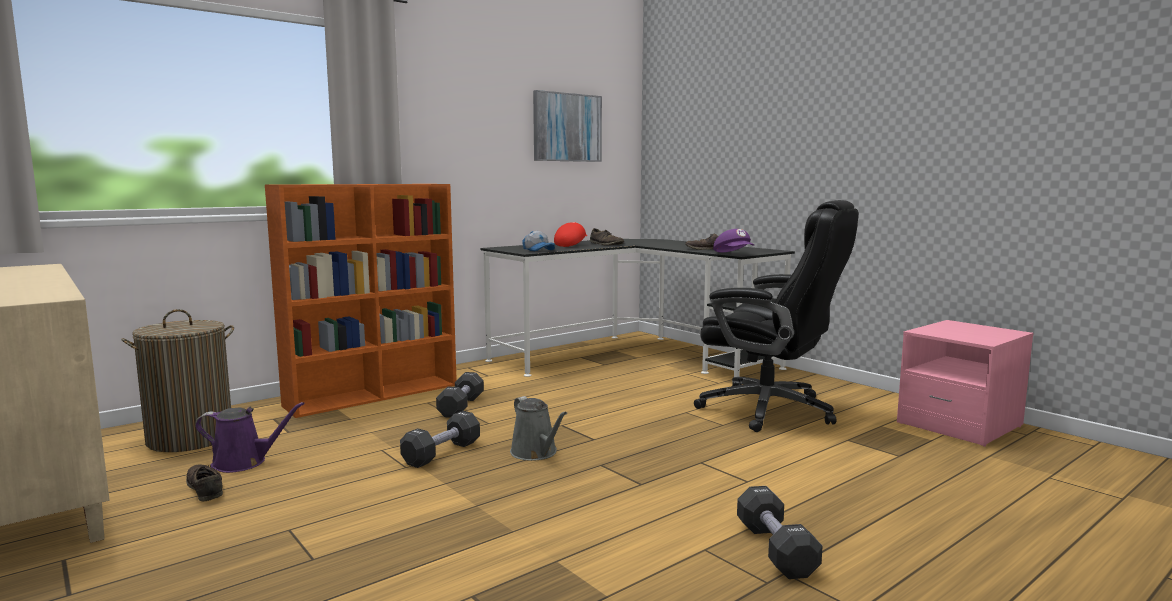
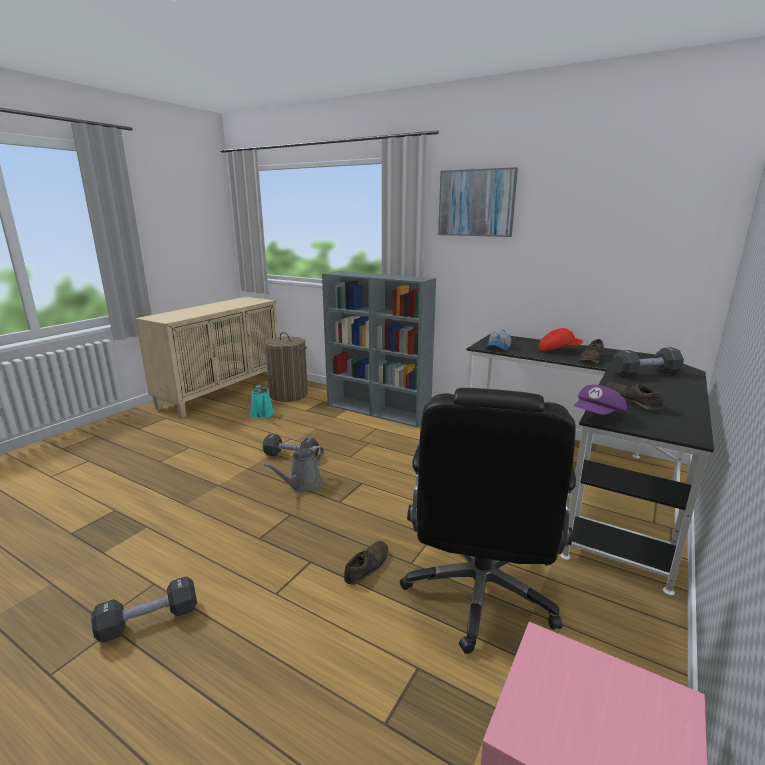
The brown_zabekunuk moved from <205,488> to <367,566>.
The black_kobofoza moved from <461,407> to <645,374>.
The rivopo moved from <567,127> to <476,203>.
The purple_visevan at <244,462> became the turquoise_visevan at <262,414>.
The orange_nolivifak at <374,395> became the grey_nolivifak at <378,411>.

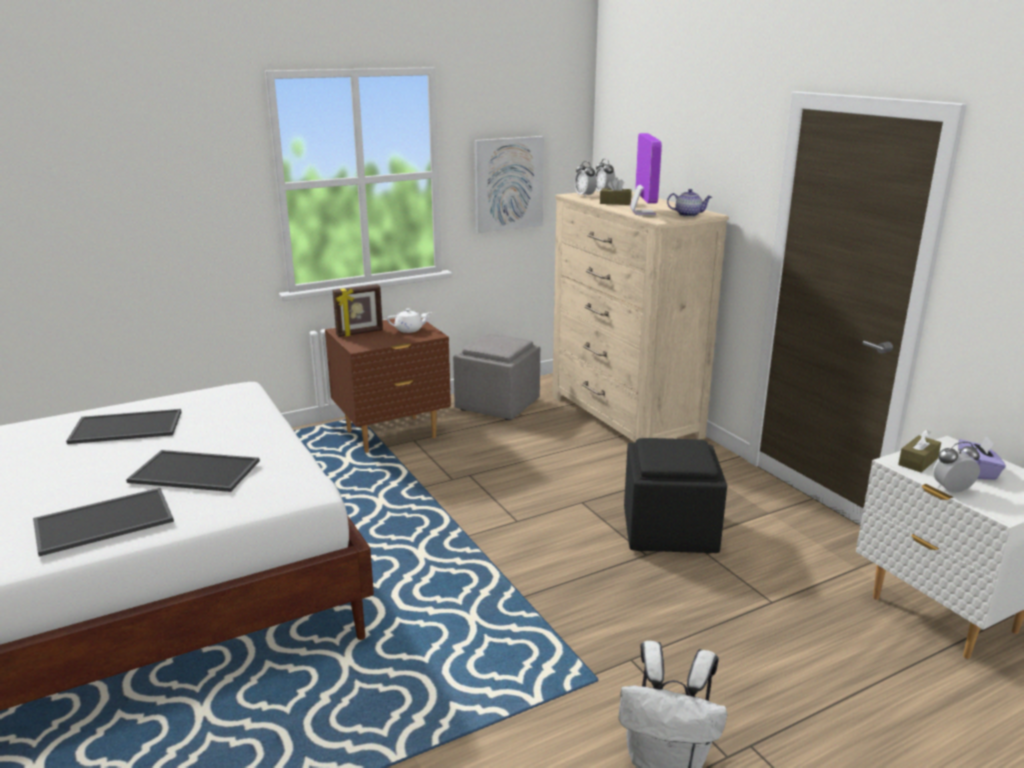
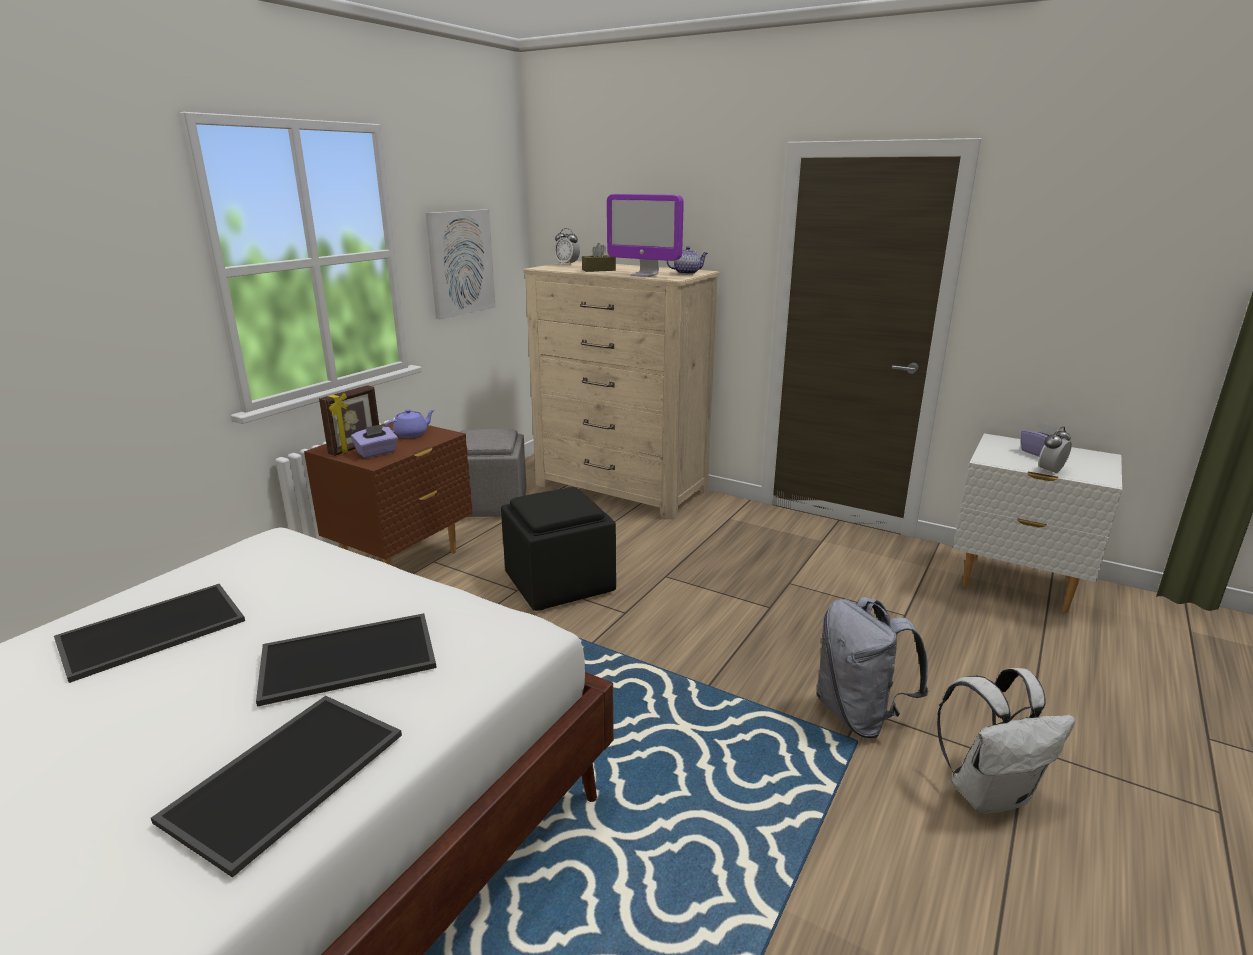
The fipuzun at <585,196> disappeared.
The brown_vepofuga at <918,461> disappeared.
The purple_vepofuga at <376,453> appeared.
The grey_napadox at <859,715> appeared.
The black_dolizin moved from <670,530> to <560,583>.
The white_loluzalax at <409,329> became the purple_loluzalax at <412,434>.
The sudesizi at <642,213> turned 150 degrees clockwise.

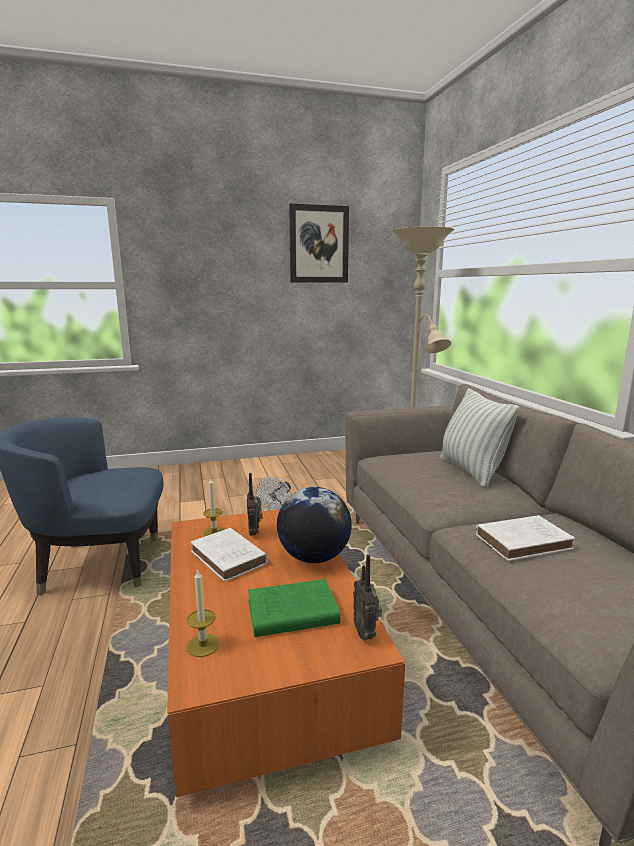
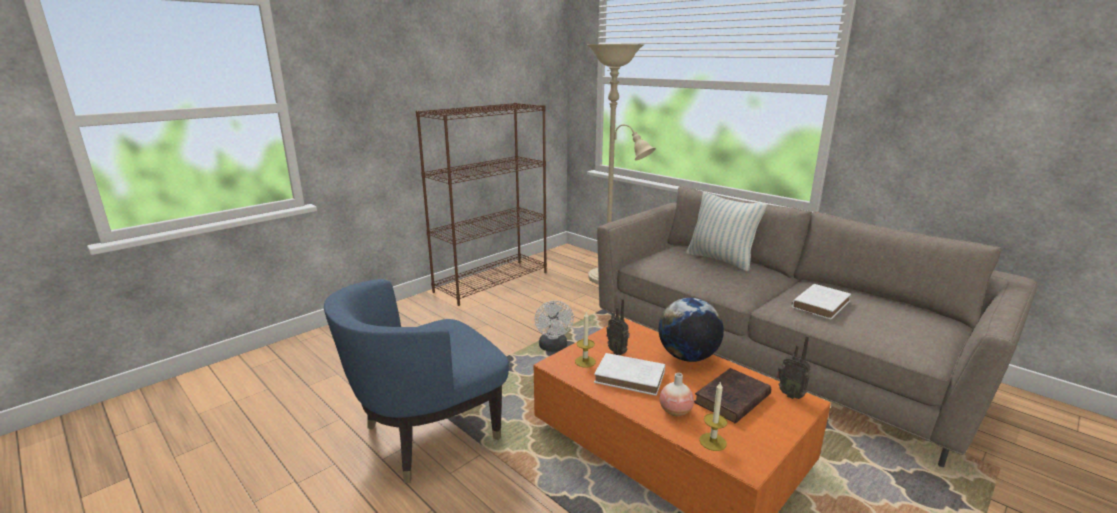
The rivopo at <319,244> disappeared.
The brown_nolivifak at <492,281> appeared.
The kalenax at <675,411> appeared.
The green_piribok at <289,613> became the brown_piribok at <731,400>.

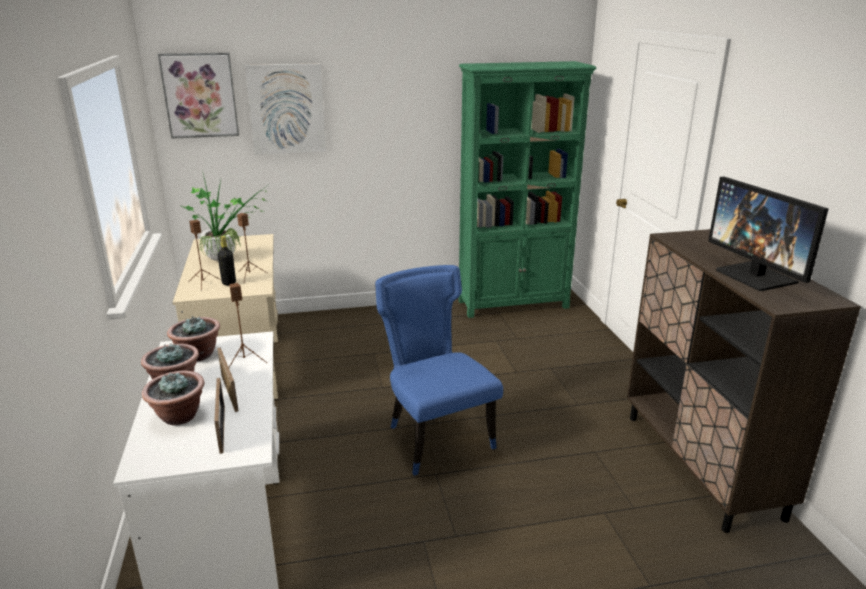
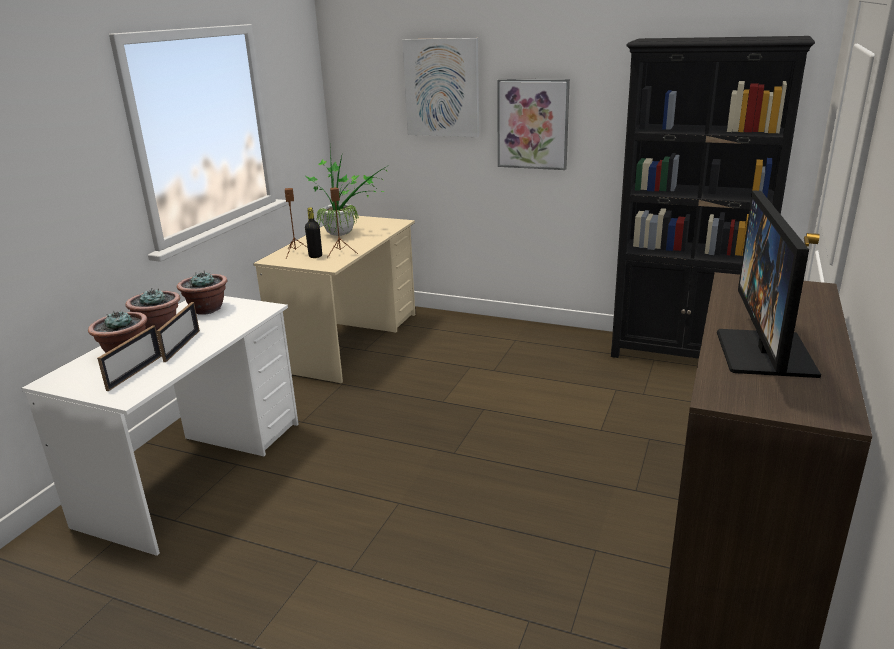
The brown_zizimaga at <245,361> disappeared.
The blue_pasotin at <435,437> disappeared.
The rivopo moved from <200,95> to <533,124>.
The green_nolivifak at <514,304> became the black_nolivifak at <683,355>.

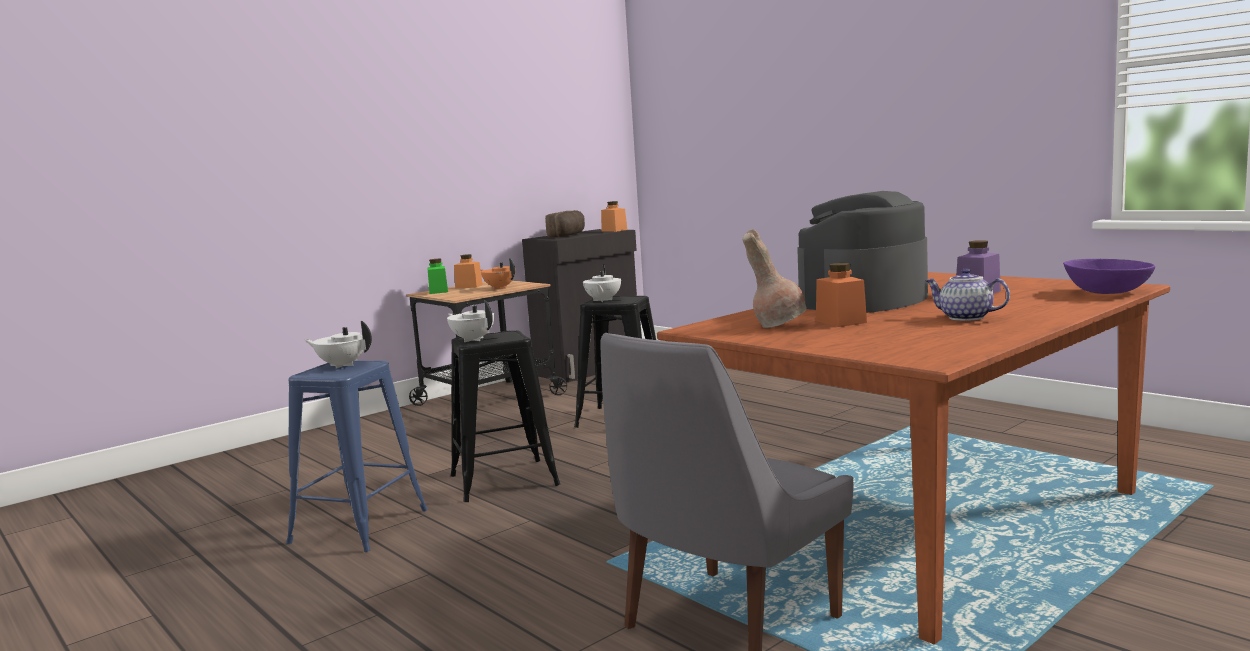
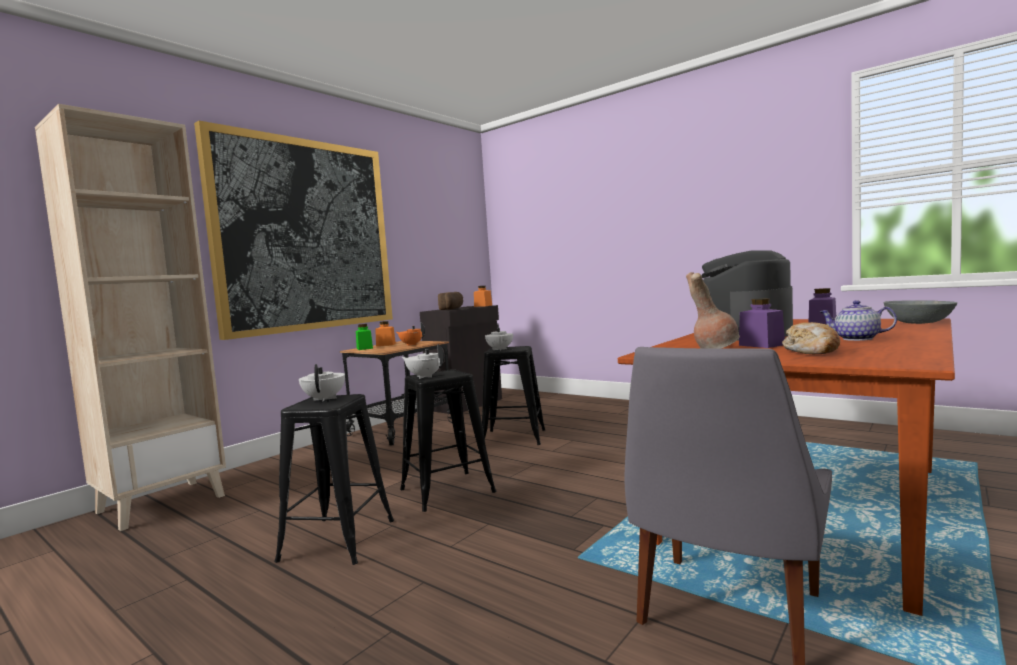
The beige_nolivifak at <162,503> appeared.
The rivopo at <305,235> appeared.
The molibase at <812,351> appeared.
The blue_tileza at <359,526> became the black_tileza at <338,540>.
The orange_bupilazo at <840,321> became the purple_bupilazo at <761,345>.
The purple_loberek at <1106,292> became the grey_loberek at <918,323>.
The white_loluzalax at <342,365> turned 75 degrees clockwise.

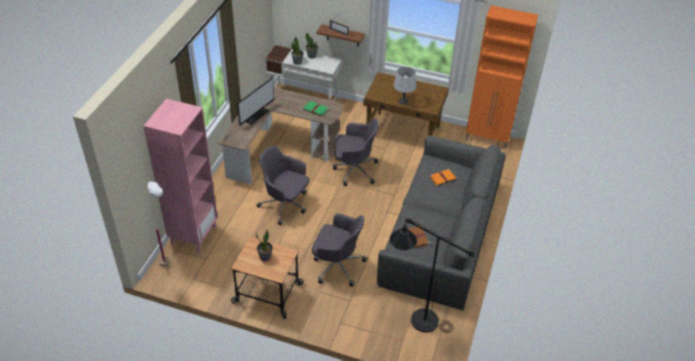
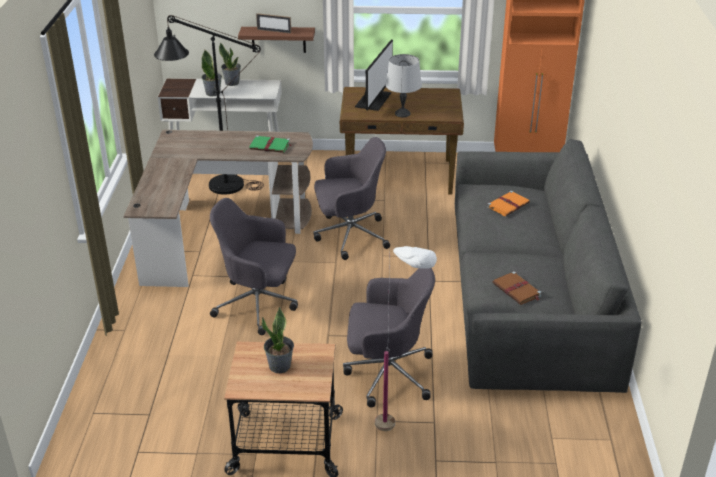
The pink_nolivifak at <193,235> disappeared.
The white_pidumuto moved from <170,269> to <400,435>.
The sudesizi moved from <254,115> to <374,100>.
The black_pidumuto moved from <416,318> to <216,185>.

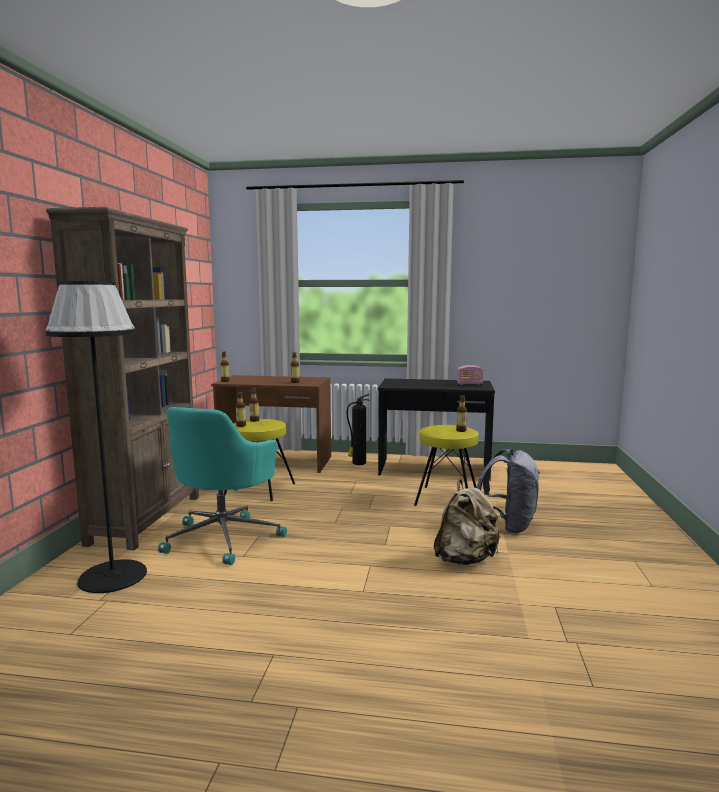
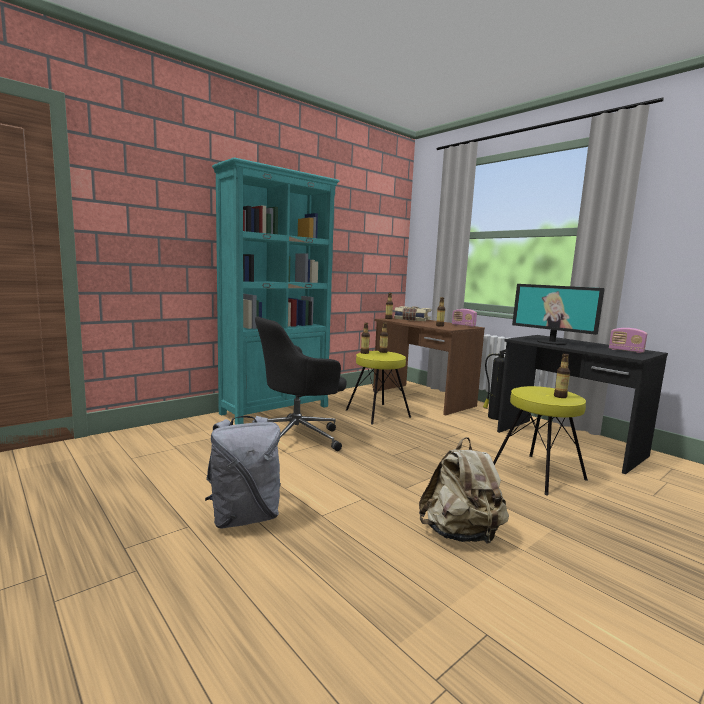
The black_pidumuto at <113,576> disappeared.
The piribok at <412,320> appeared.
The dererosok at <463,325> appeared.
The sudesizi at <551,342> appeared.
The grey_napadox moved from <508,525> to <244,517>.
The brown_nolivifak at <147,519> became the turquoise_nolivifak at <276,410>.
The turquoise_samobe at <224,537> became the black_samobe at <298,437>.

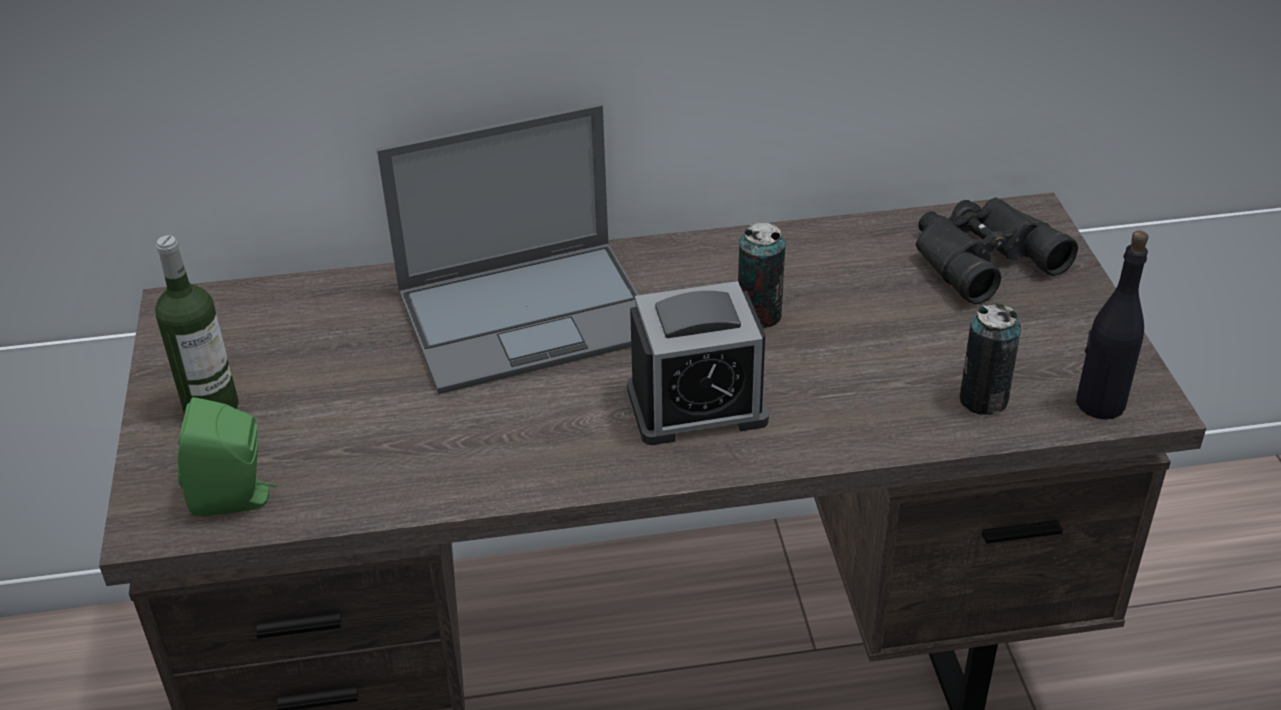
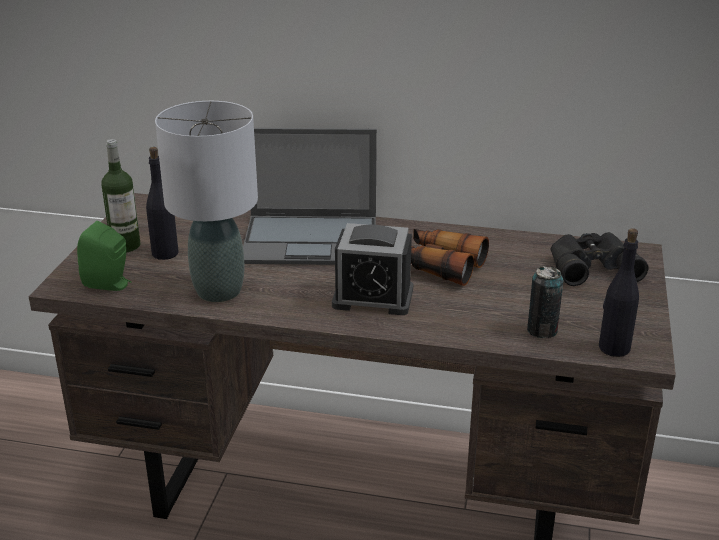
The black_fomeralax at <165,253> appeared.
The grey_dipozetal at <219,290> appeared.
The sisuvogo at <759,315> was replaced by the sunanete at <438,265>.

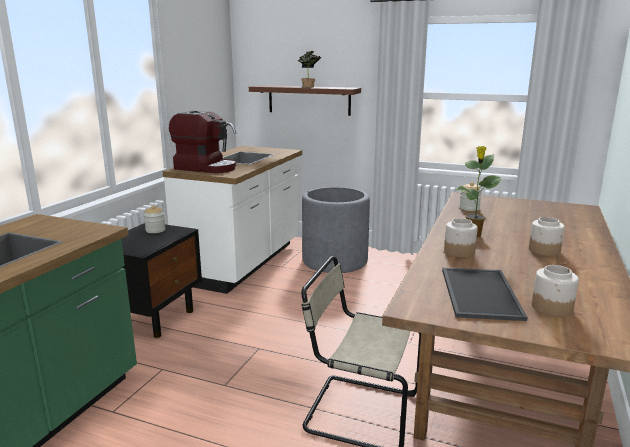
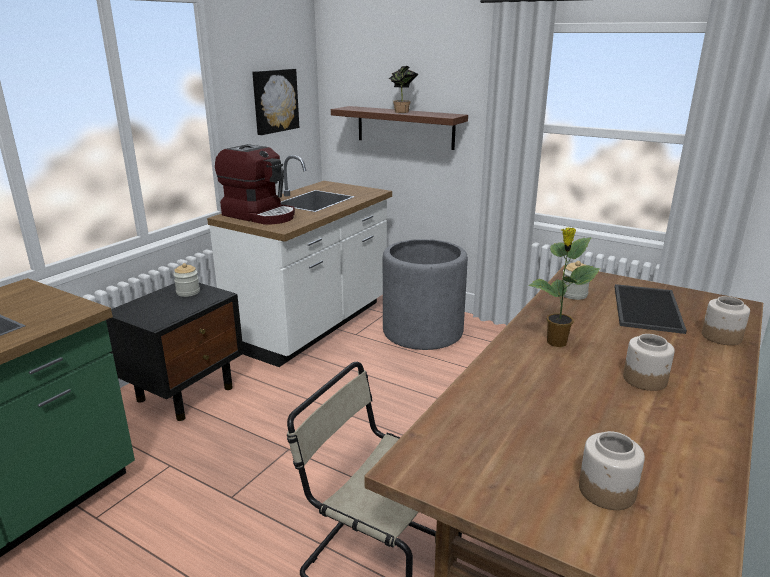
The rivopo at <274,101> appeared.
The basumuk moved from <478,292> to <645,308>.
The bupilazo moved from <459,252> to <721,337>.

